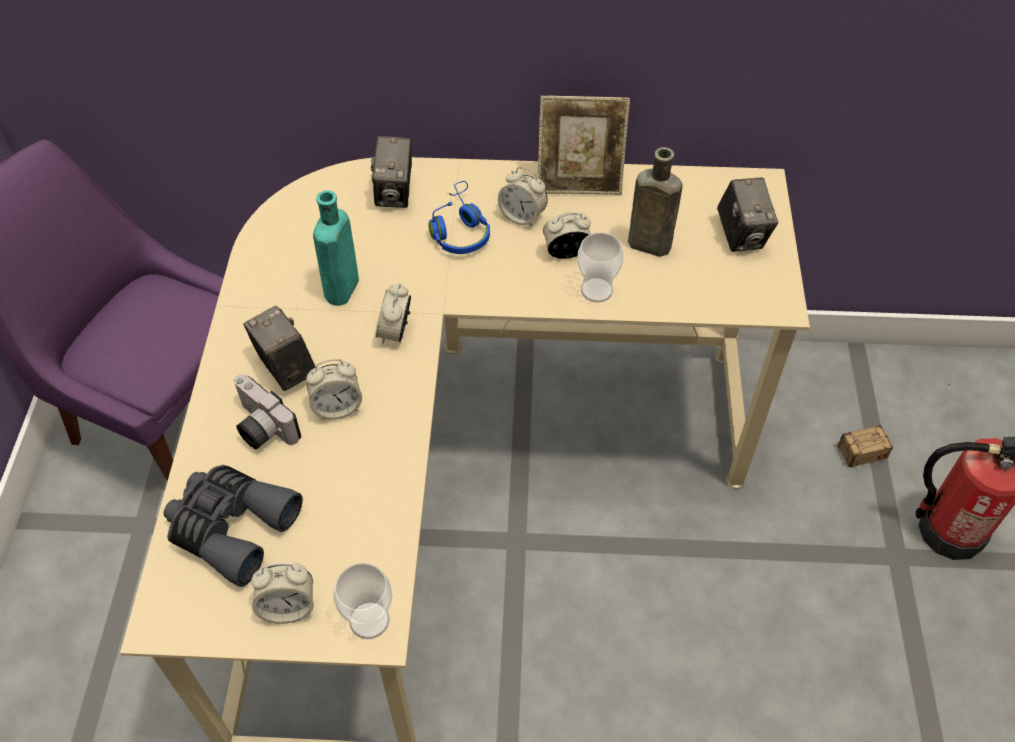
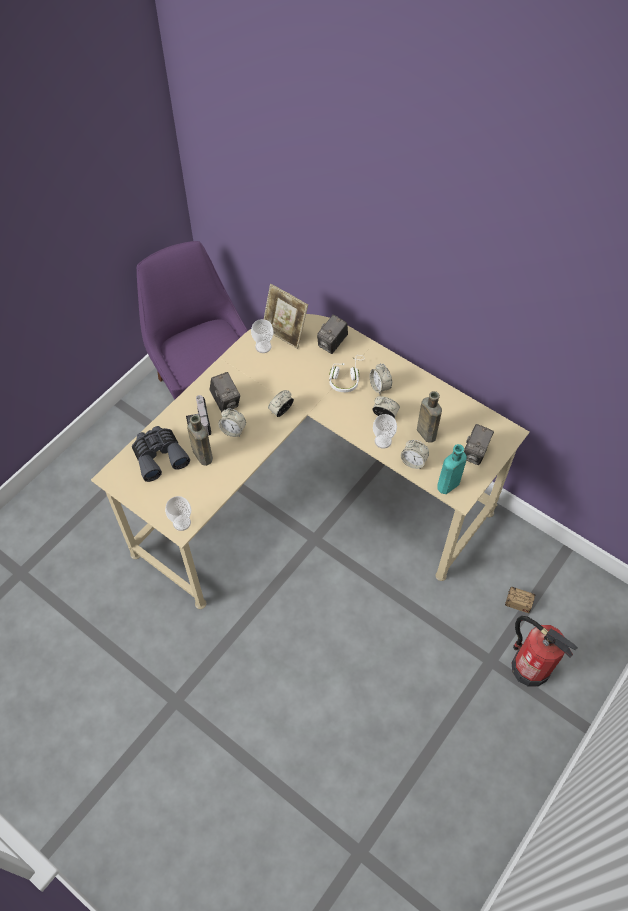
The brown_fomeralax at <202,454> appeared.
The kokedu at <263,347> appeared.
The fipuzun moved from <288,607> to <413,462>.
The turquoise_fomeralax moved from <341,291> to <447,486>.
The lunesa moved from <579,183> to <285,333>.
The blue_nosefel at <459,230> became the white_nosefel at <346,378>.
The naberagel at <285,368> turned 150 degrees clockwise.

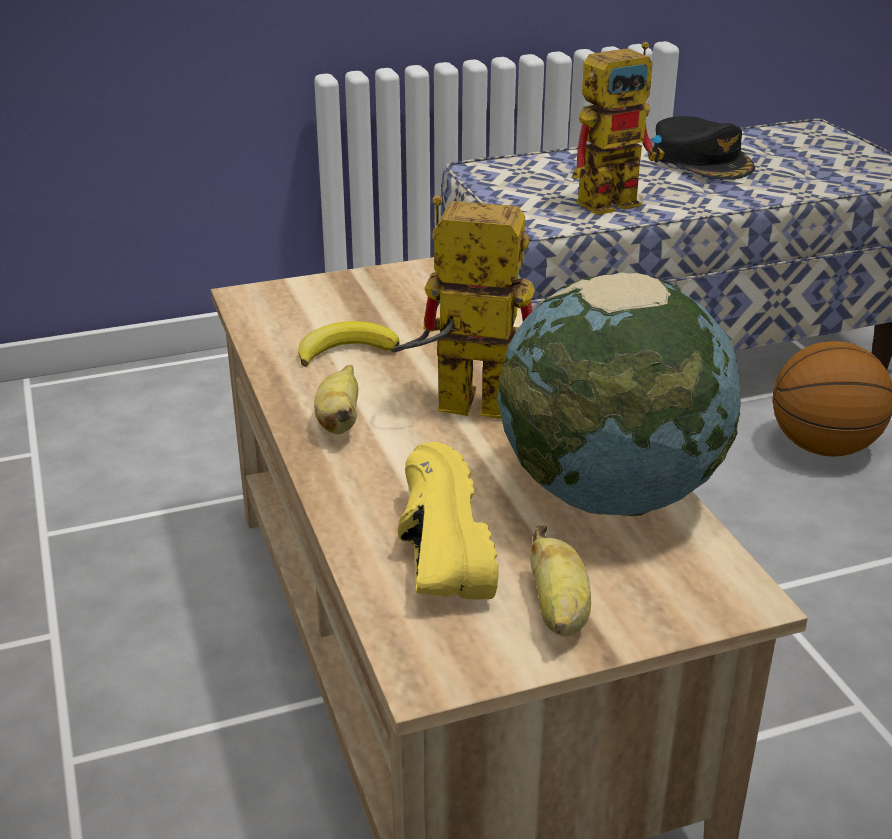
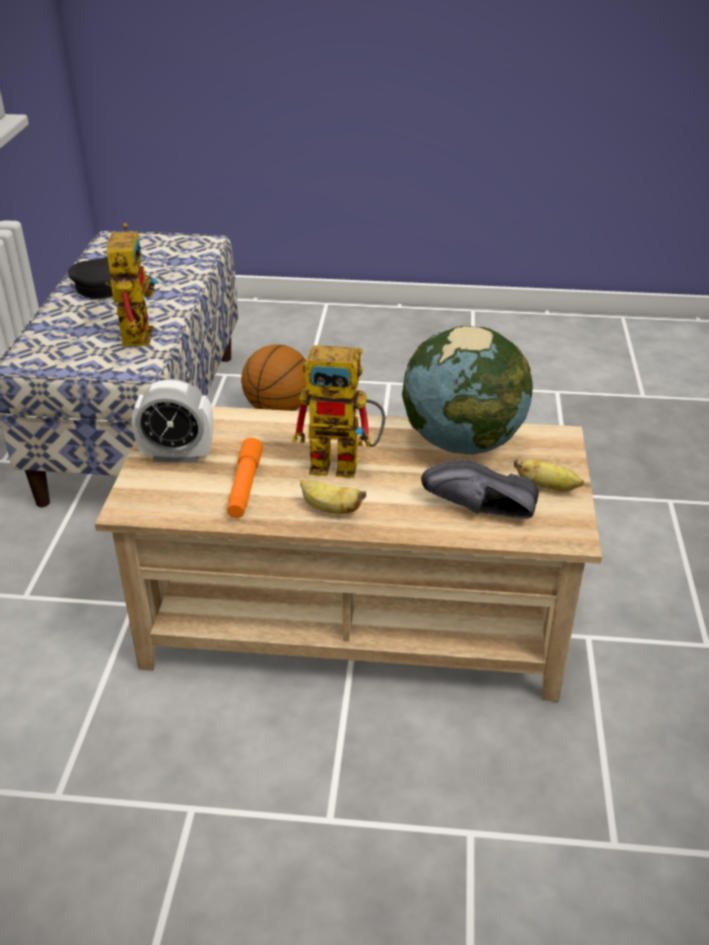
The fipuzun at <177,455> appeared.
The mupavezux at <346,350> was replaced by the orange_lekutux at <245,486>.
The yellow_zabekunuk at <430,552> became the black_zabekunuk at <480,511>.
The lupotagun at <457,406> turned 120 degrees counterclockwise.

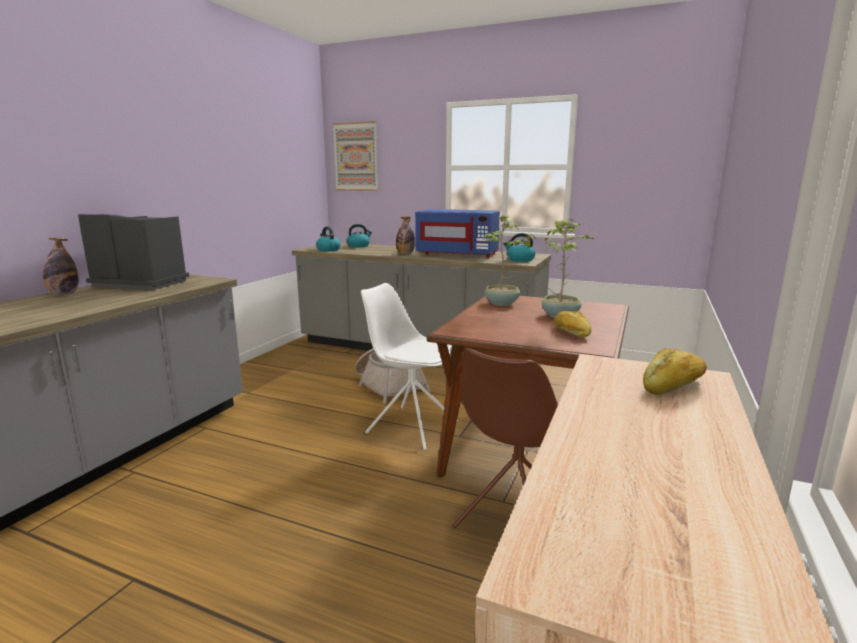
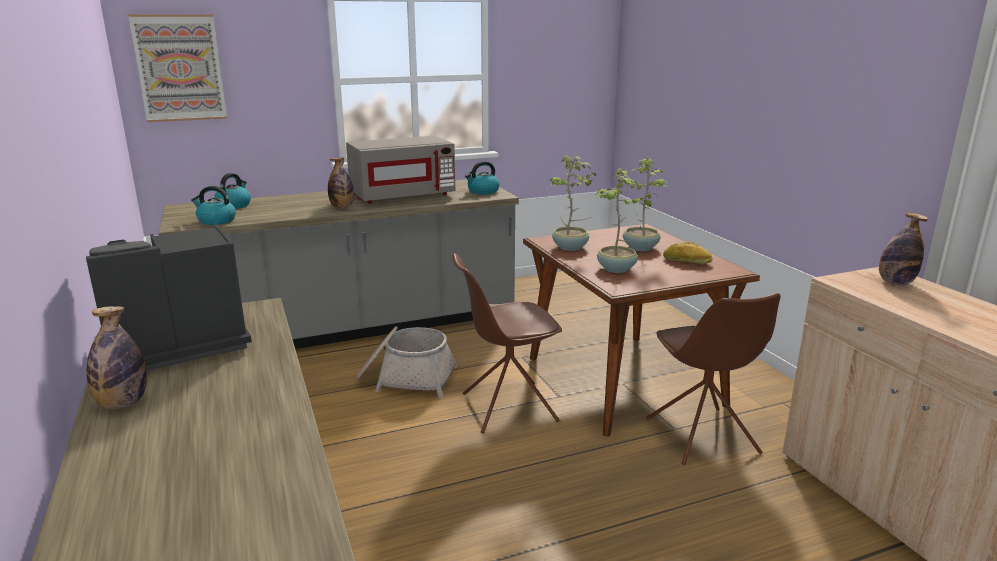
The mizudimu at <616,269> appeared.
The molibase at <673,385> was replaced by the fomeralax at <895,283>.
The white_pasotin at <411,426> became the brown_pasotin at <507,407>.
The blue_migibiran at <458,254> became the grey_migibiran at <402,196>.

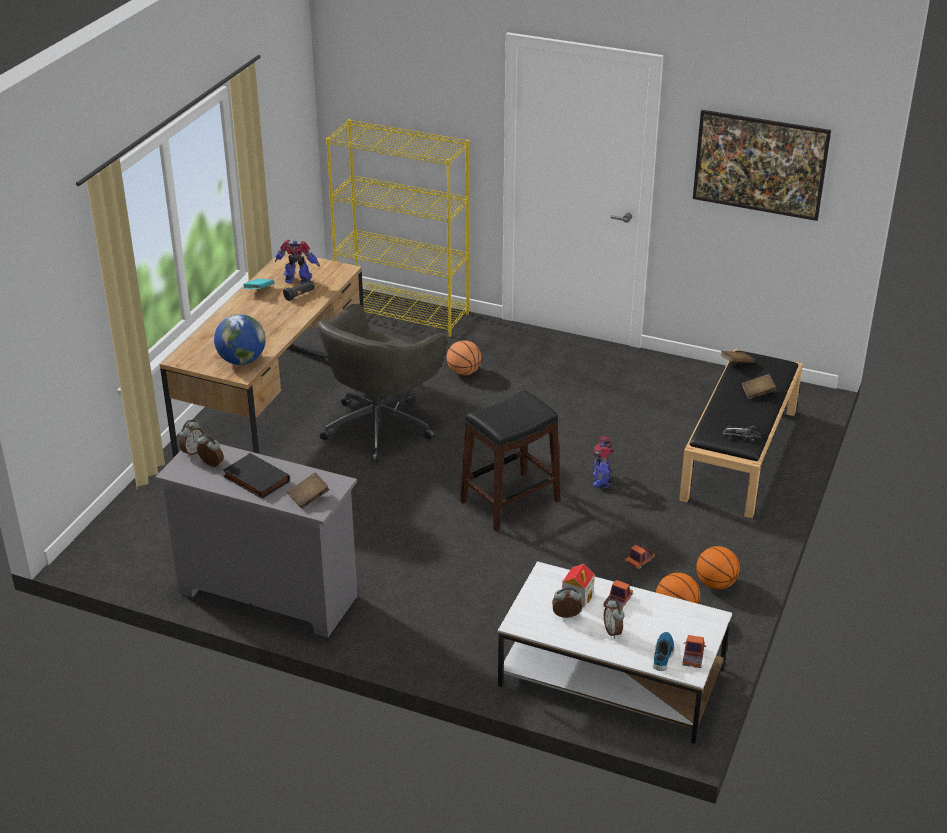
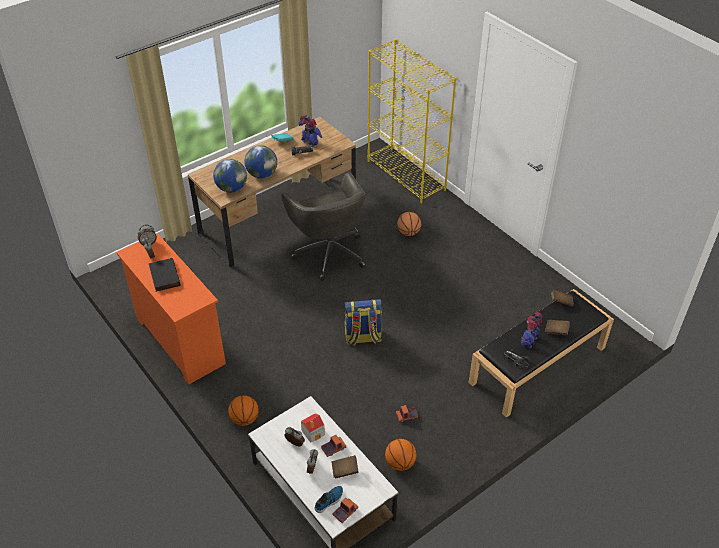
The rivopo at <757,186> disappeared.
The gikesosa at <262,174> appeared.
The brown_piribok moved from <308,498> to <345,470>.
The lupotagun moved from <601,480> to <529,341>.
The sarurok moved from <716,584> to <244,419>.
The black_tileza at <510,502> was replaced by the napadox at <362,337>.
The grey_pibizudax at <267,594> became the orange_pibizudax at <180,340>.
The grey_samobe at <380,426> turned 90 degrees counterclockwise.

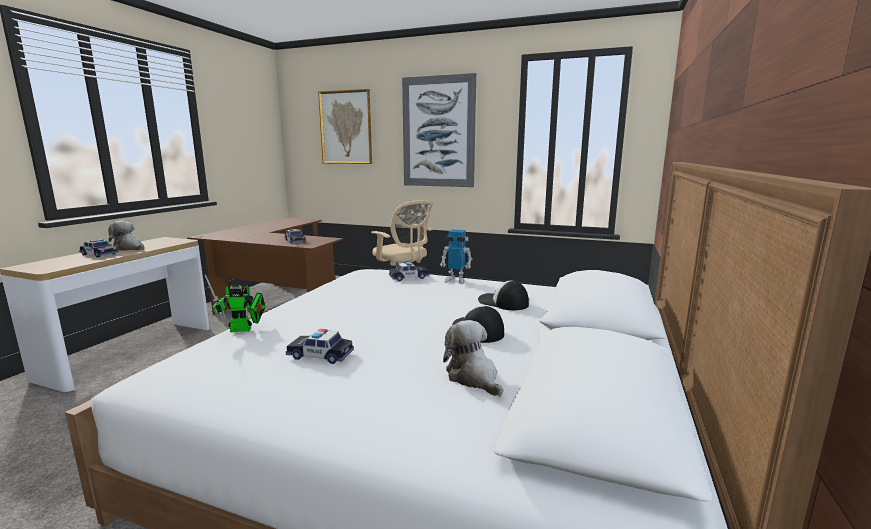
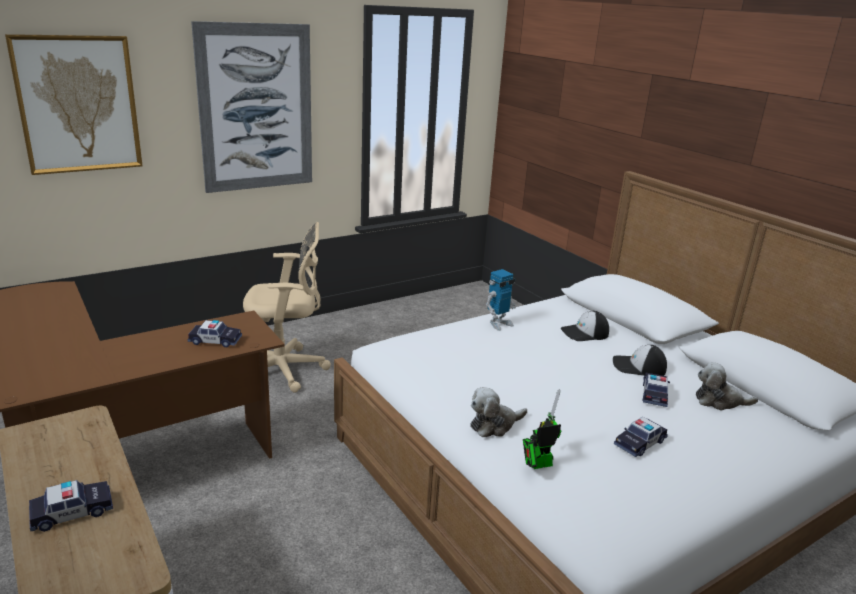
The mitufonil moved from <129,248> to <494,425>.
The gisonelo moved from <409,277> to <654,394>.
The lupotagun at <244,329> turned 135 degrees counterclockwise.

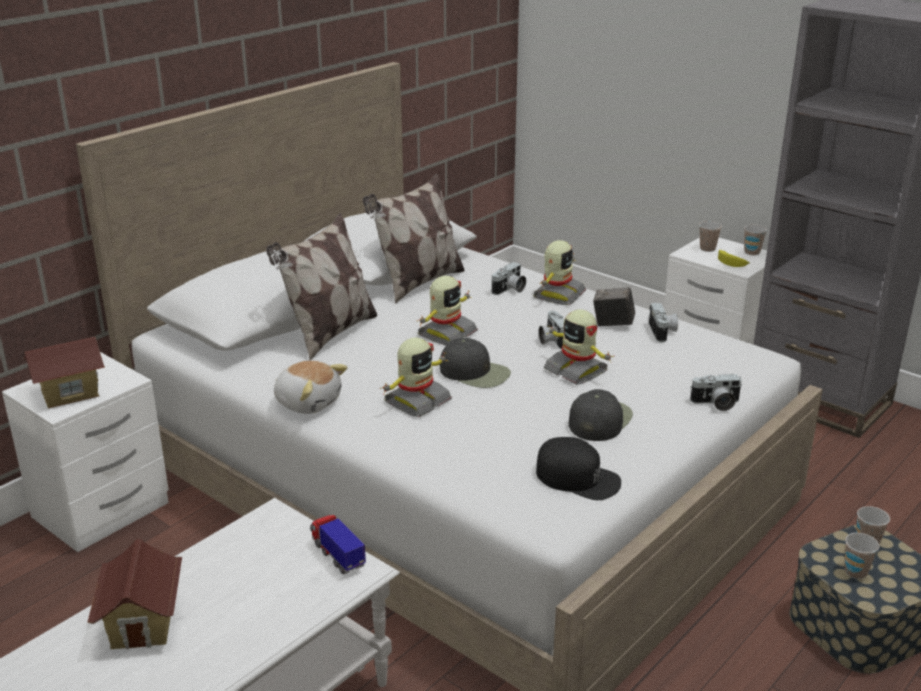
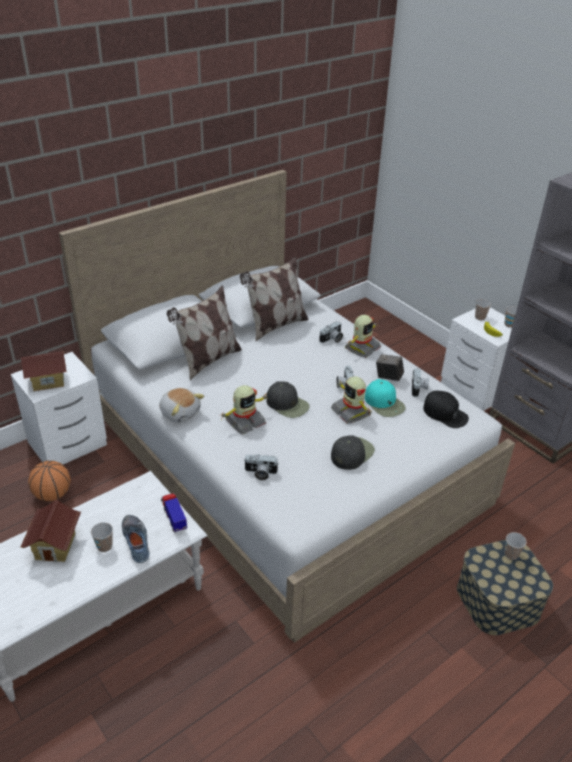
The lupotagun at <446,333> disappeared.
The sarurok at <53,494> appeared.
The zabekunuk at <137,541> appeared.
The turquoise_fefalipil at <384,403> appeared.
The black_fefalipil moved from <578,477> to <445,413>.
The naberagel moved from <716,404> to <260,473>.
The kokedu moved from <855,572> to <104,546>.

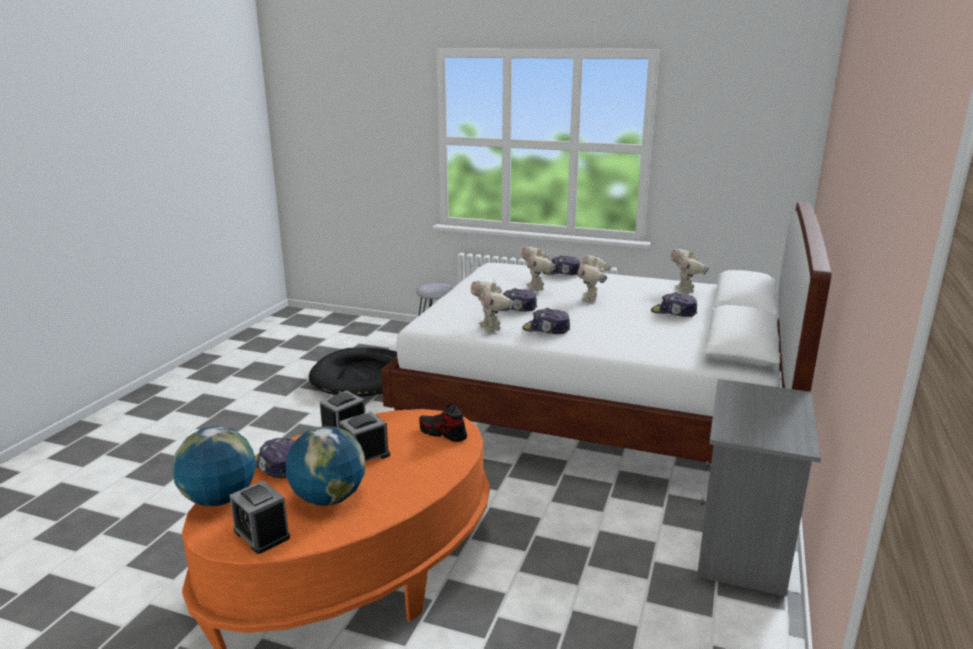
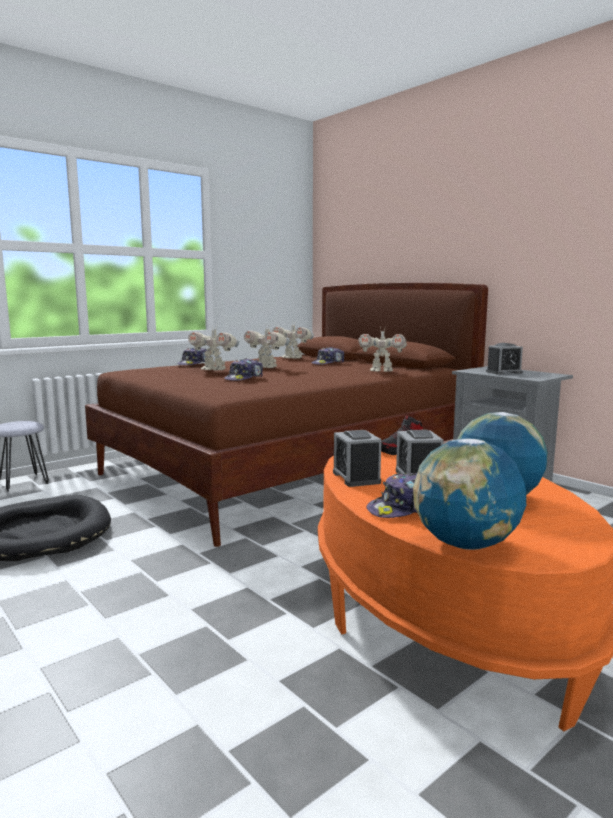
The fefalipil at <546,330> disappeared.
The fipuzun moved from <262,534> to <504,372>.
The lupotagun moved from <491,328> to <381,371>.
The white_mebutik at <598,412> became the brown_mebutik at <289,469>.

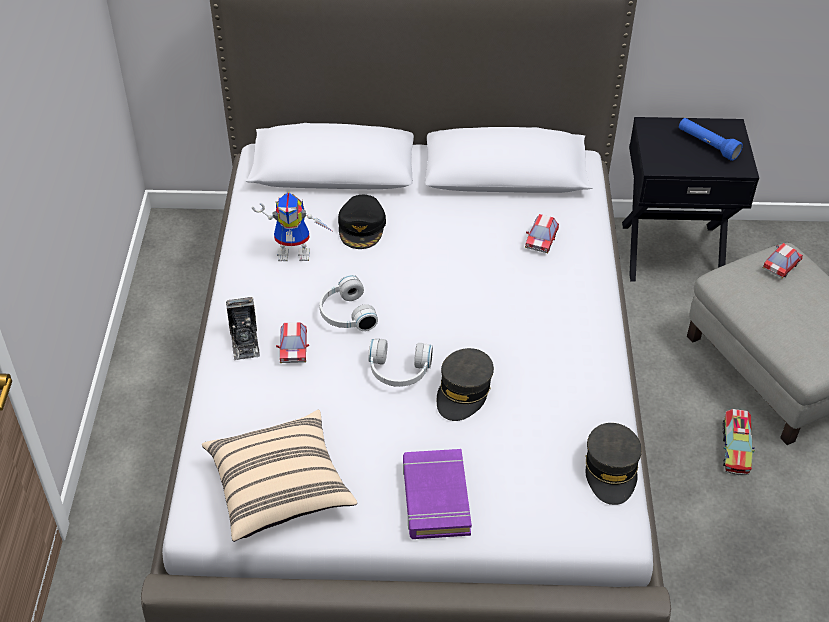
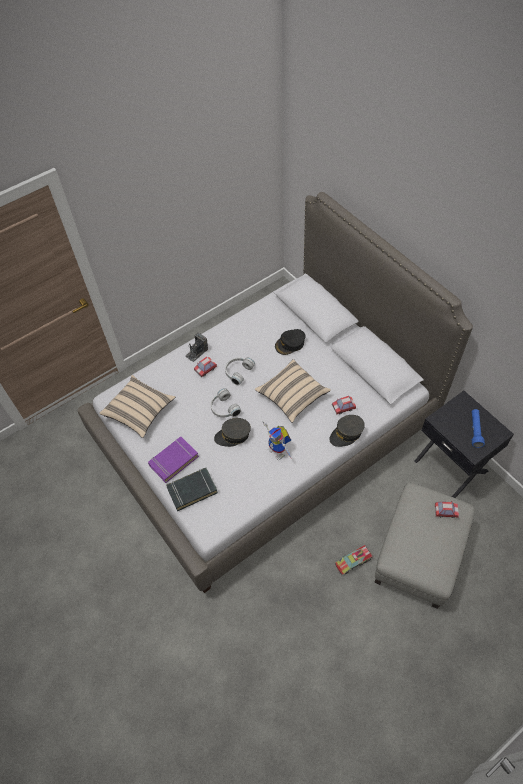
The black_piribok at <192,490> appeared.
The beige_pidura at <292,396> appeared.
The lupotagun moved from <296,251> to <279,451>.
The grey_fefalipil moved from <611,470> to <346,434>.

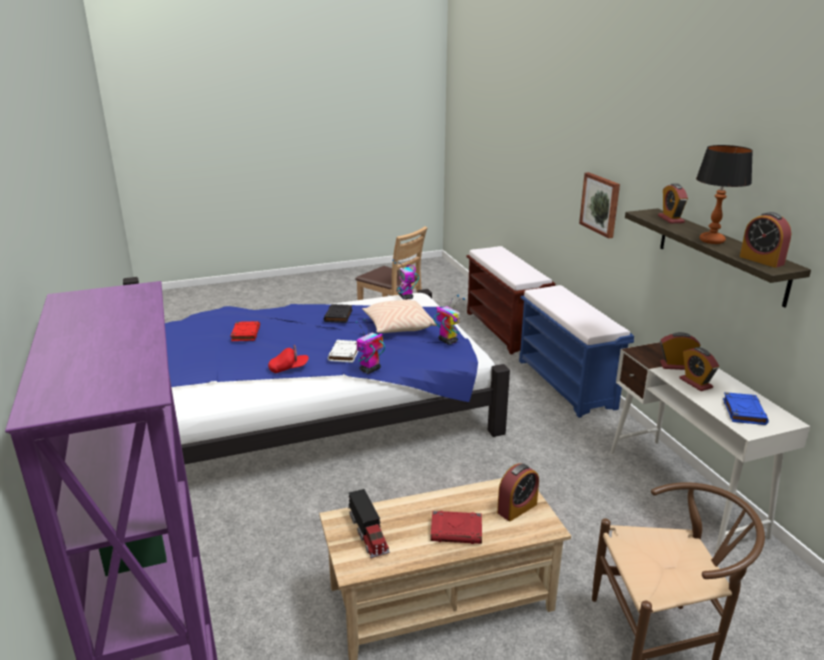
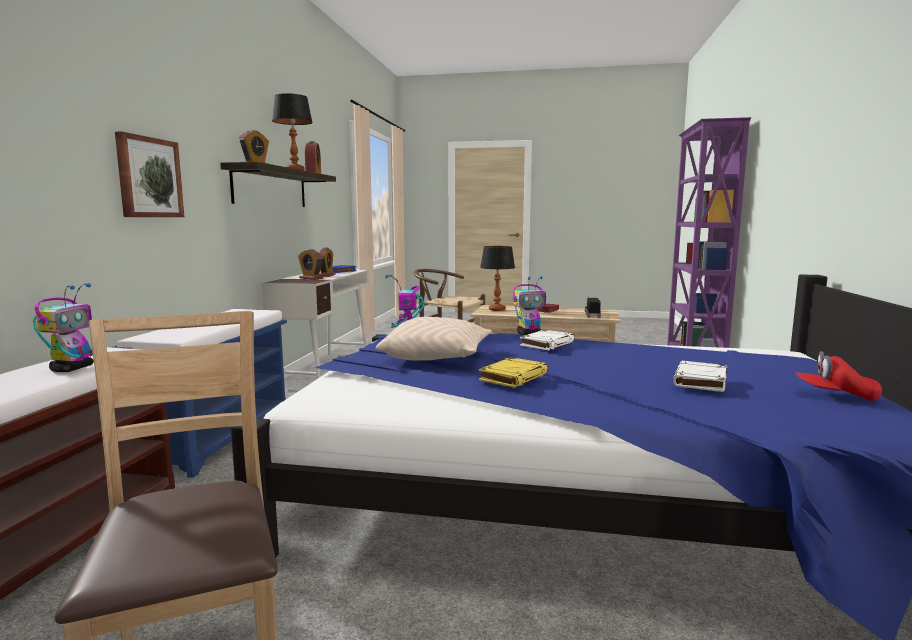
The red_fefalipil moved from <289,368> to <835,396>.
The lupotagun moved from <406,297> to <73,368>.
The fipuzun at <517,508> was replaced by the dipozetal at <496,309>.
The red_piribok at <245,333> became the white_piribok at <700,381>.
The black_piribok at <338,316> became the yellow_piribok at <513,377>.

